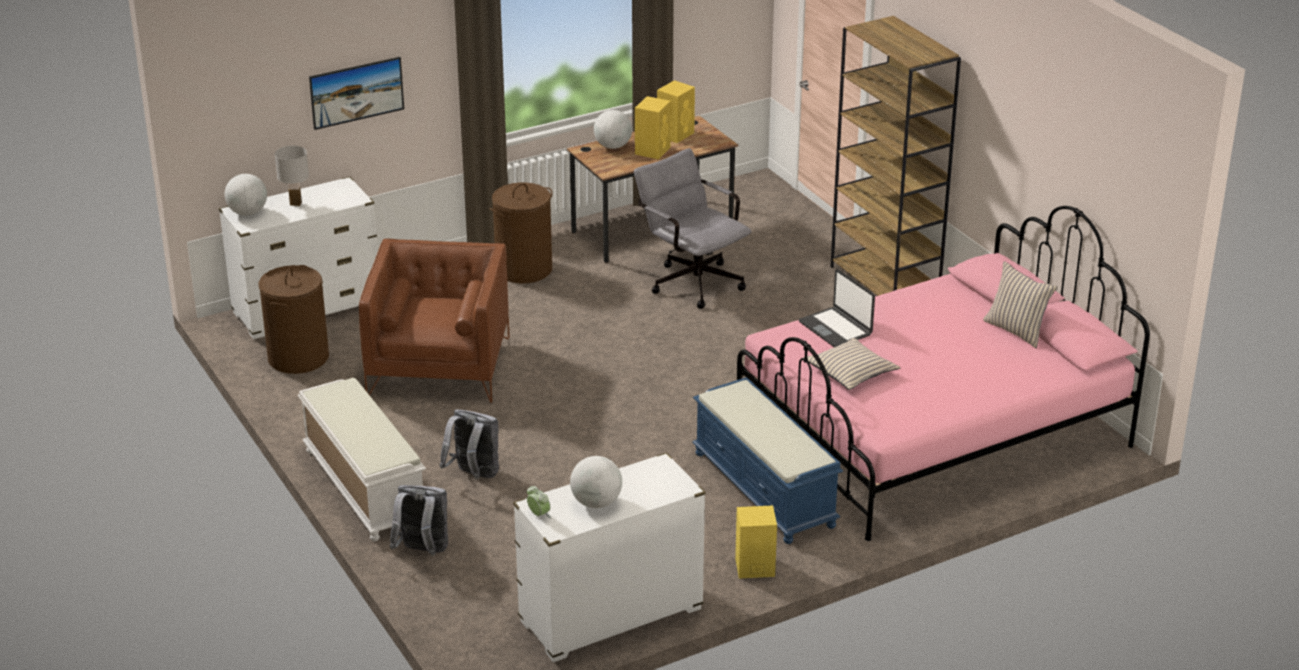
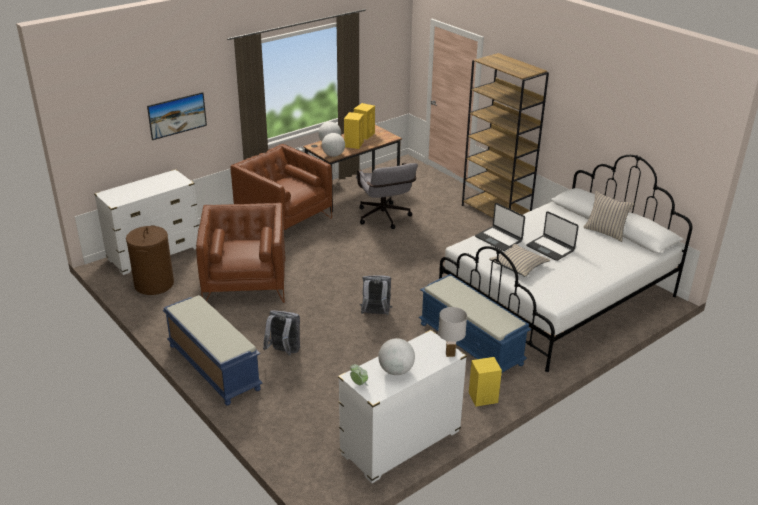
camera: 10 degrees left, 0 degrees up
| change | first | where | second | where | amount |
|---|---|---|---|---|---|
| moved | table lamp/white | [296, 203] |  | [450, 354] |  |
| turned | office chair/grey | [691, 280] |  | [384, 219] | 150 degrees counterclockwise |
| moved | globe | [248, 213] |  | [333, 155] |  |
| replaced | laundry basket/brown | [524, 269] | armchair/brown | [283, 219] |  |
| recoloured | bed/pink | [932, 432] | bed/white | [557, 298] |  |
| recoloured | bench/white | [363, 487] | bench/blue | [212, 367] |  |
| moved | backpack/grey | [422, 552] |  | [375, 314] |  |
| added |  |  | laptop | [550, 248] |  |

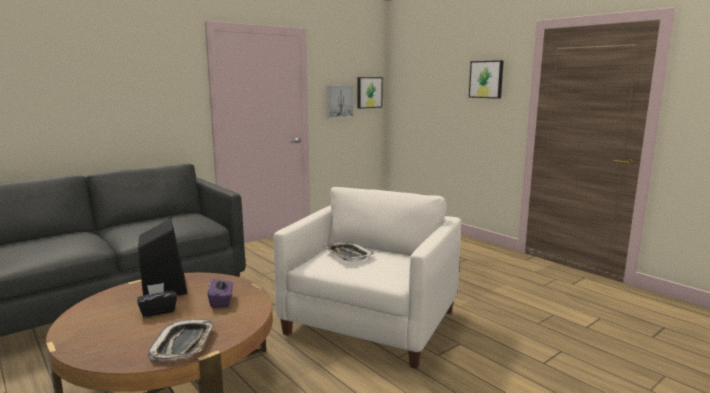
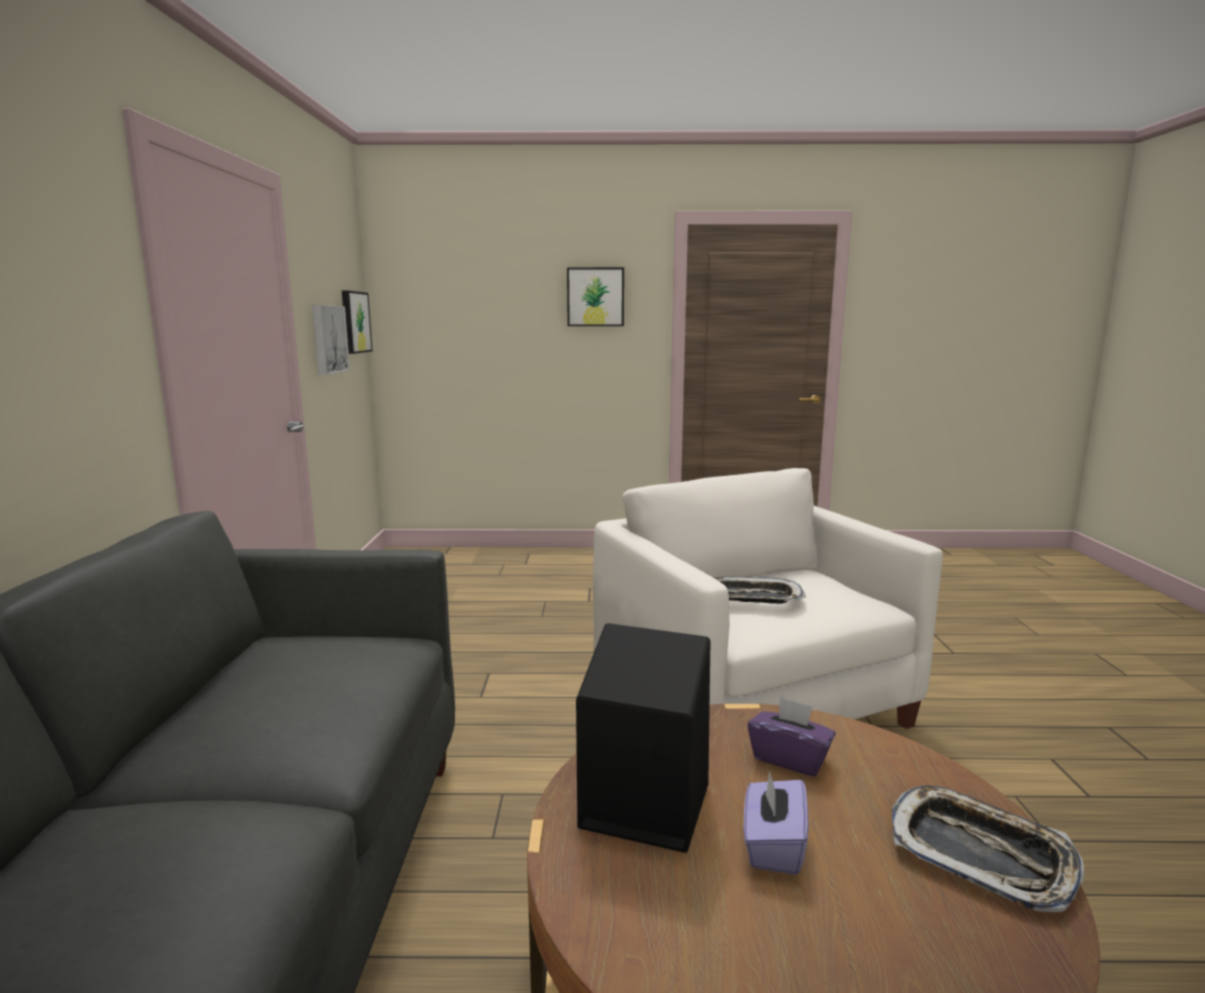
camera: 50 degrees left, 0 degrees up
| change | first | where | second | where | amount |
|---|---|---|---|---|---|
| recoloured | tissue box/black | [158, 311] | tissue box/purple | [773, 846] |  |

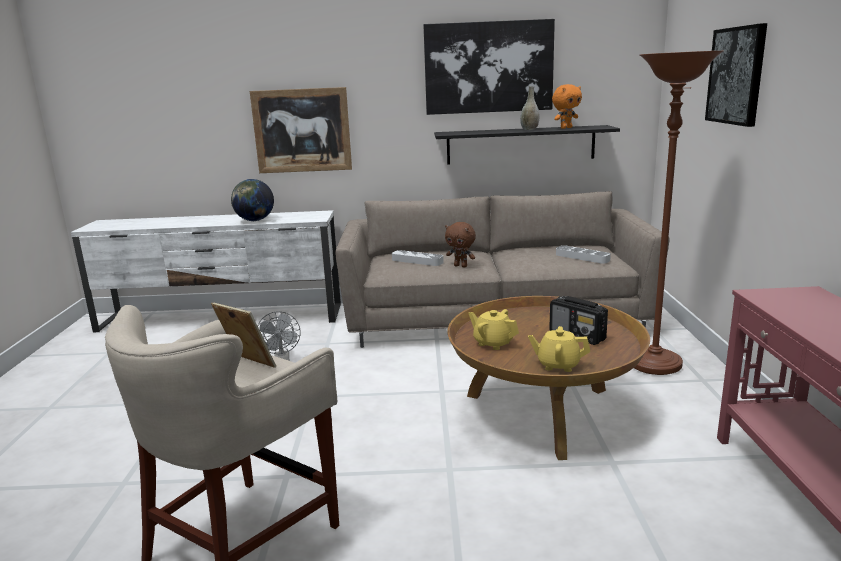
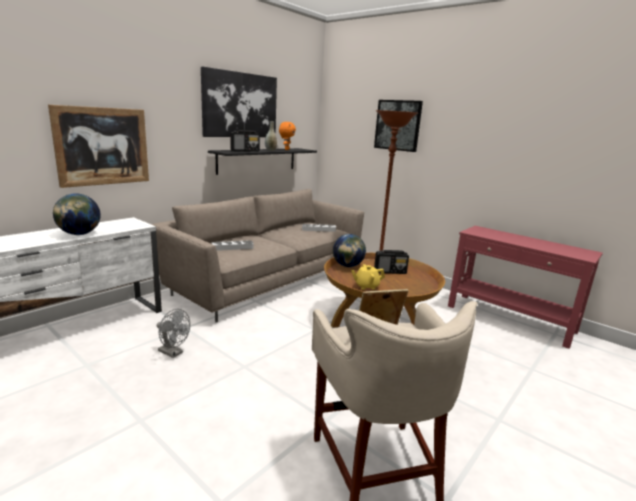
camera: 50 degrees left, 0 degrees up
| change | first | where | second | where | amount |
|---|---|---|---|---|---|
| removed | plush toy/brown | [461, 266] |  |  |  |
| removed | teapot/yellow | [558, 365] |  |  |  |
| added |  |  | radio | [245, 151] |  |
| added |  |  | globe | [347, 266] |  |

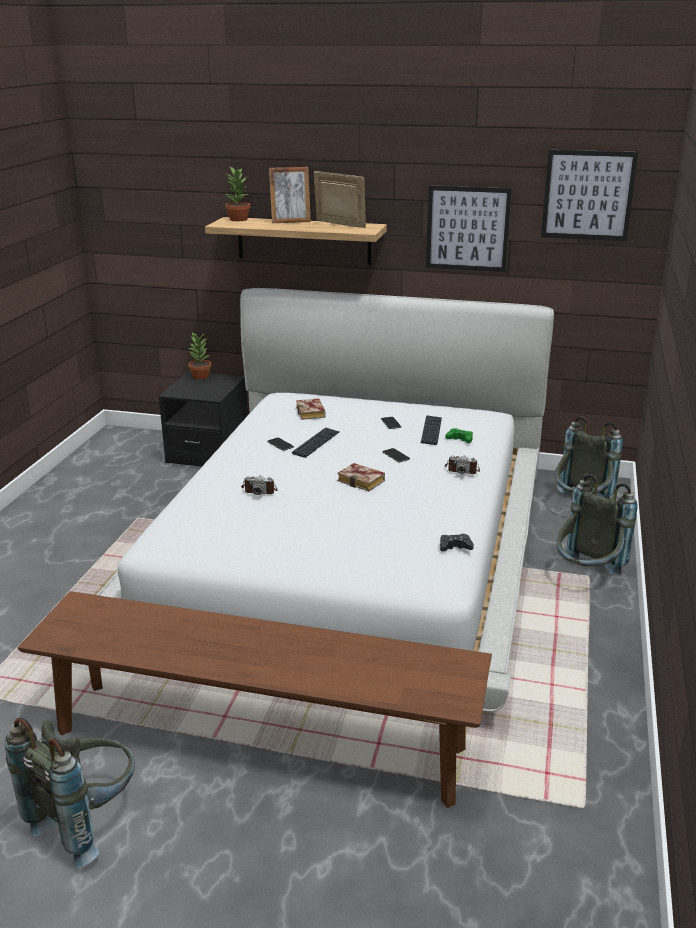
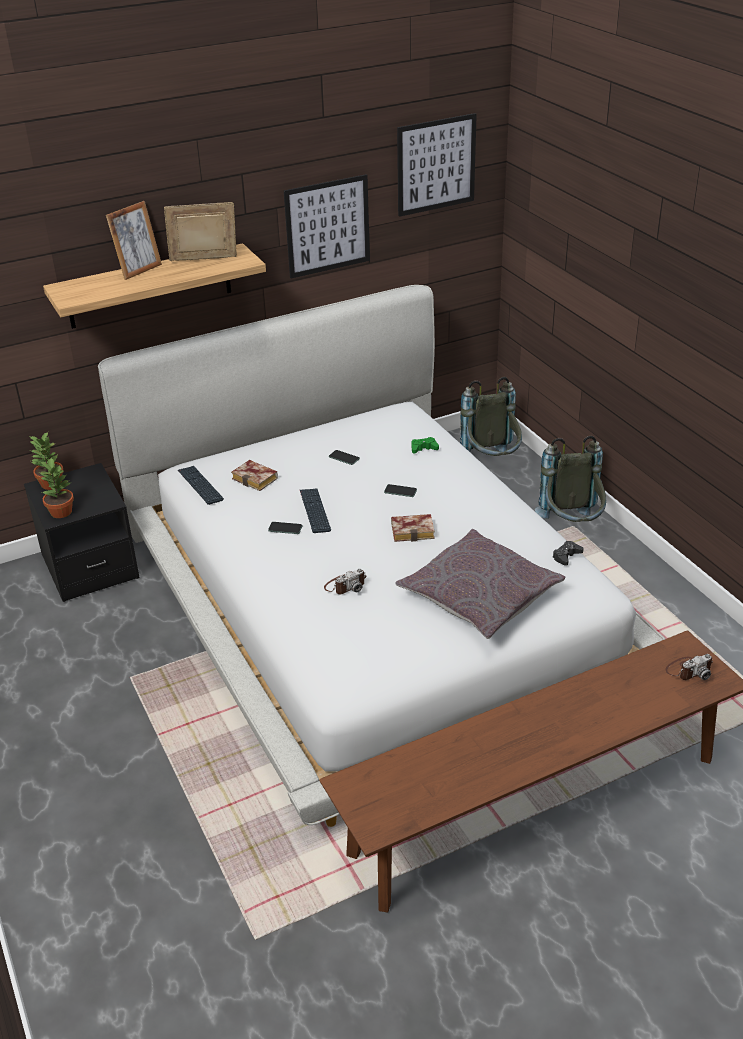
camera: 40 degrees left, 10 degrees up
| change | first | where | second | where | amount |
|---|---|---|---|---|---|
| moved | potted plant | [238, 219] |  | [61, 511] |  |
| moved | keyboard | [431, 431] |  | [200, 486] |  |
| moved | photo camera | [462, 470] |  | [688, 670] |  |
| removed | backpack/grey | [87, 820] |  |  |  |
| added |  |  | pillow/grey | [479, 595] |  |

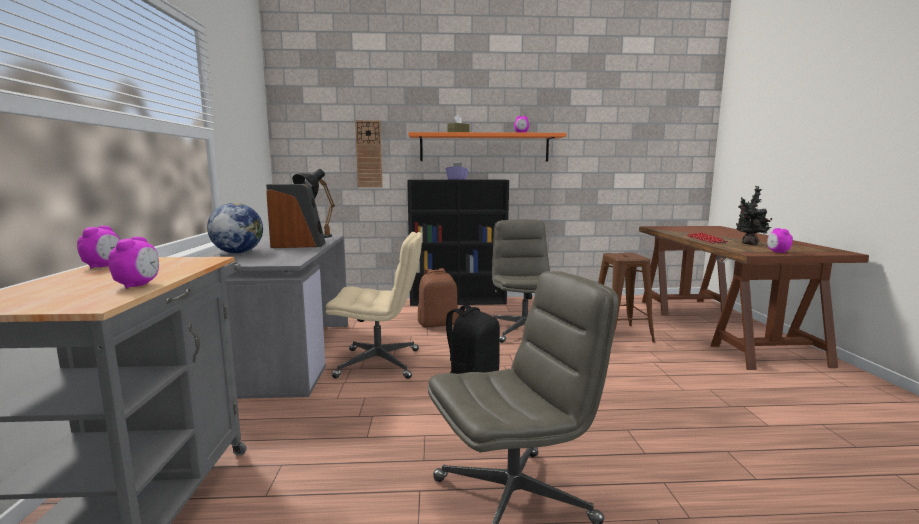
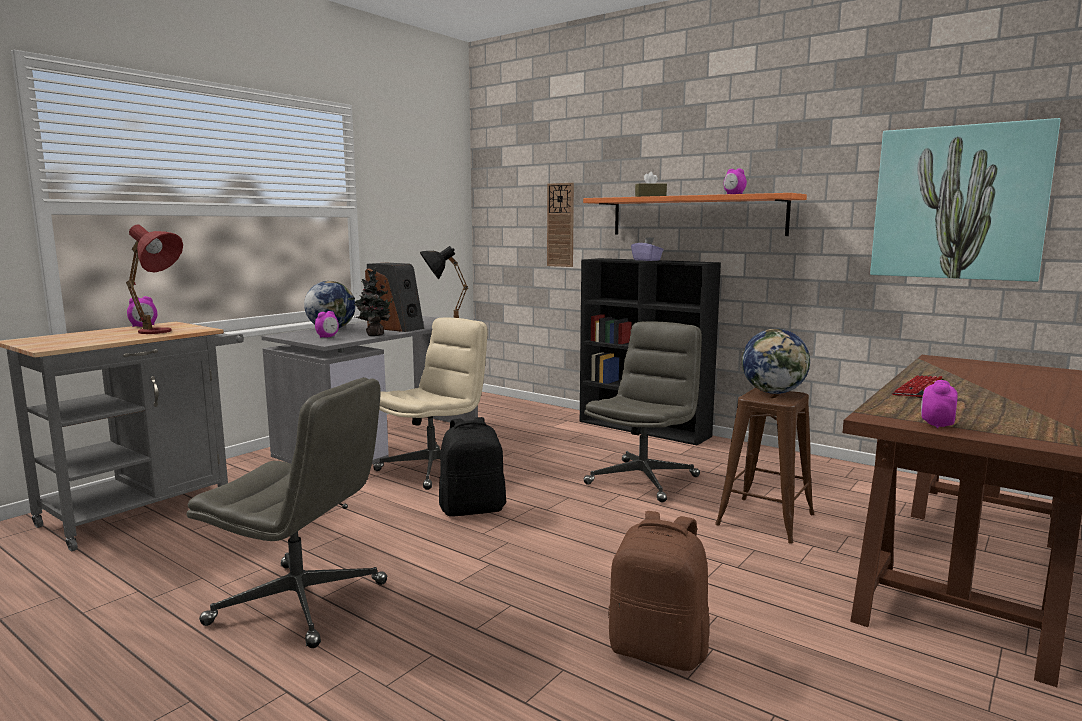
camera: 40 degrees right, 0 degrees up
| change | first | where | second | where | amount |
|---|---|---|---|---|---|
| moved | potted plant | [749, 244] |  | [373, 335] |  |
| turned | office chair/beige | [380, 363] |  | [433, 469] | 90 degrees counterclockwise |
| moved | alarm clock | [138, 285] |  | [327, 337] |  |
| moved | backpack/brown | [438, 324] |  | [658, 650] |  |
| added |  |  | picture | [958, 203] |  |
| added |  |  | table lamp/red | [161, 332] |  |
| added |  |  | globe | [774, 392] |  |

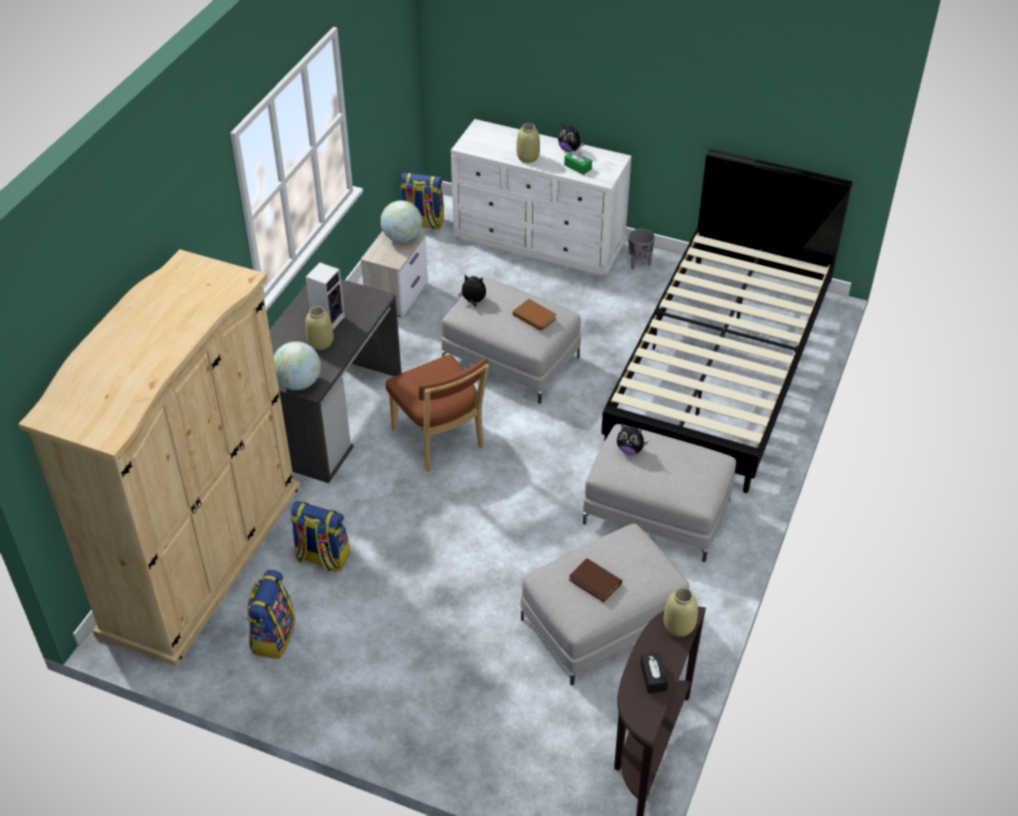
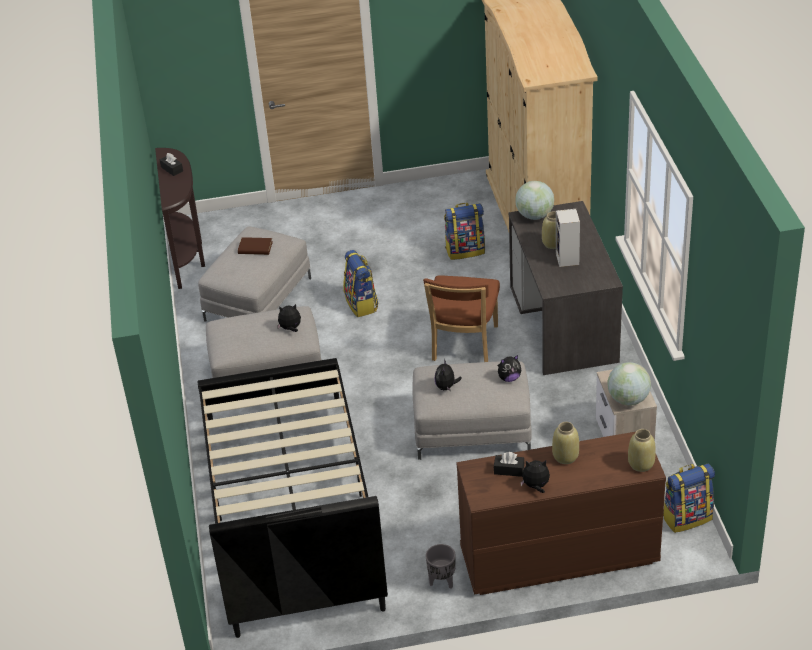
camera: 150 degrees right, 5 degrees down
| change | first | where | second | where | amount |
|---|---|---|---|---|---|
| recoloured | dresser/white | [540, 241] | dresser/brown | [557, 556] |  |
| recoloured | tissue box/green | [577, 167] | tissue box/black | [509, 470] |  |
| replaced | book/brown | [534, 317] | plush toy | [446, 387] |  |
| turned | chair/brown | [440, 441] |  | [463, 346] | 105 degrees counterclockwise |
| moved | backpack | [273, 636] |  | [362, 304] |  |
| moved | vase/beige | [678, 626] |  | [640, 464] |  |

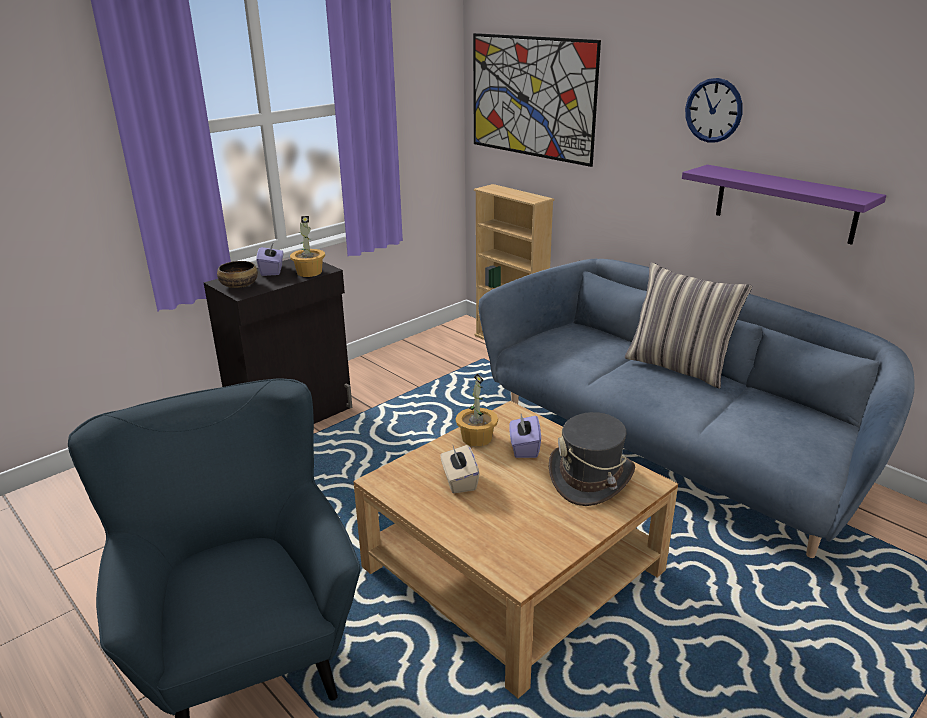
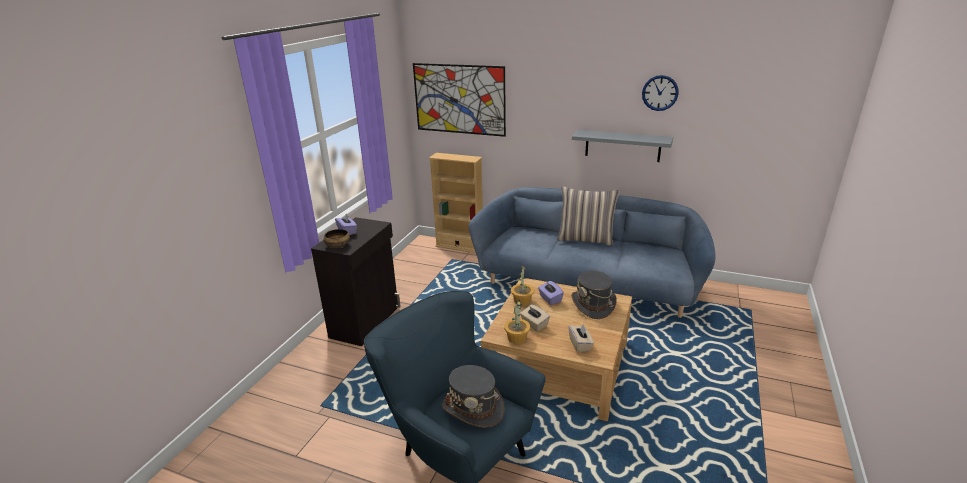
camera: 25 degrees left, 0 degrees up
| change | first | where | second | where | amount |
|---|---|---|---|---|---|
| moved | wall clock | [713, 110] |  | [660, 93] |  |
| recoloured | shelf/purple | [785, 203] | shelf/grey | [622, 146] |  |
| moved | potted plant | [309, 272] |  | [516, 337] |  |
| added |  |  | tissue box/beige | [580, 345] |  |
| added |  |  | hat/grey | [473, 408] |  |

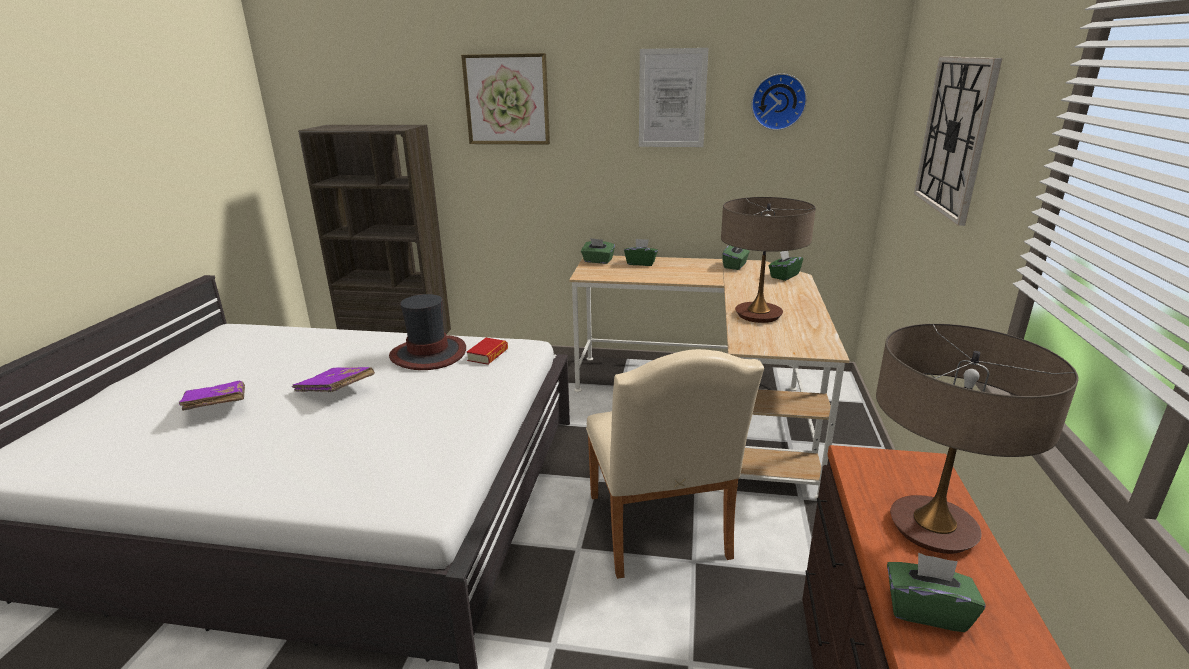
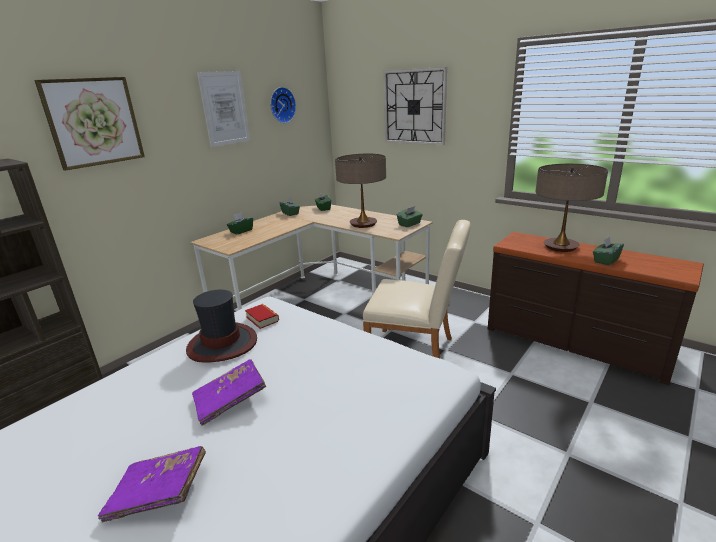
camera: 60 degrees left, 0 degrees up
| change | first | where | second | where | amount |
|---|---|---|---|---|---|
| moved | tissue box/green | [598, 261] |  | [409, 224] |  |

